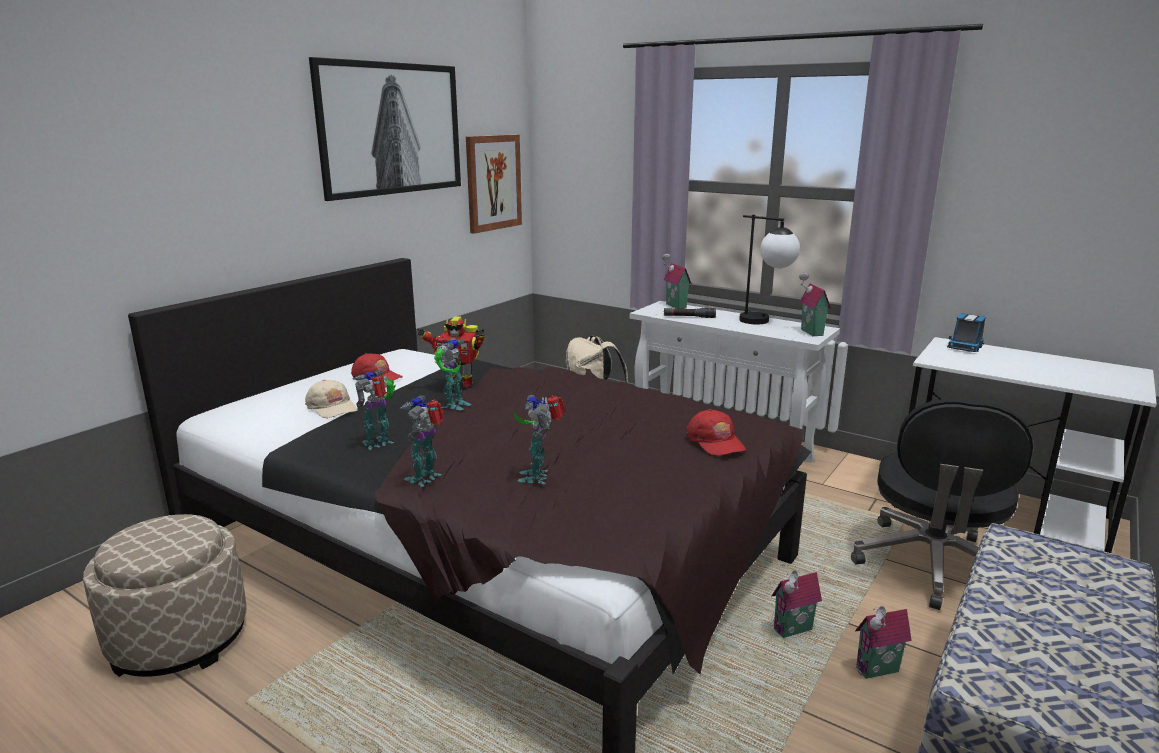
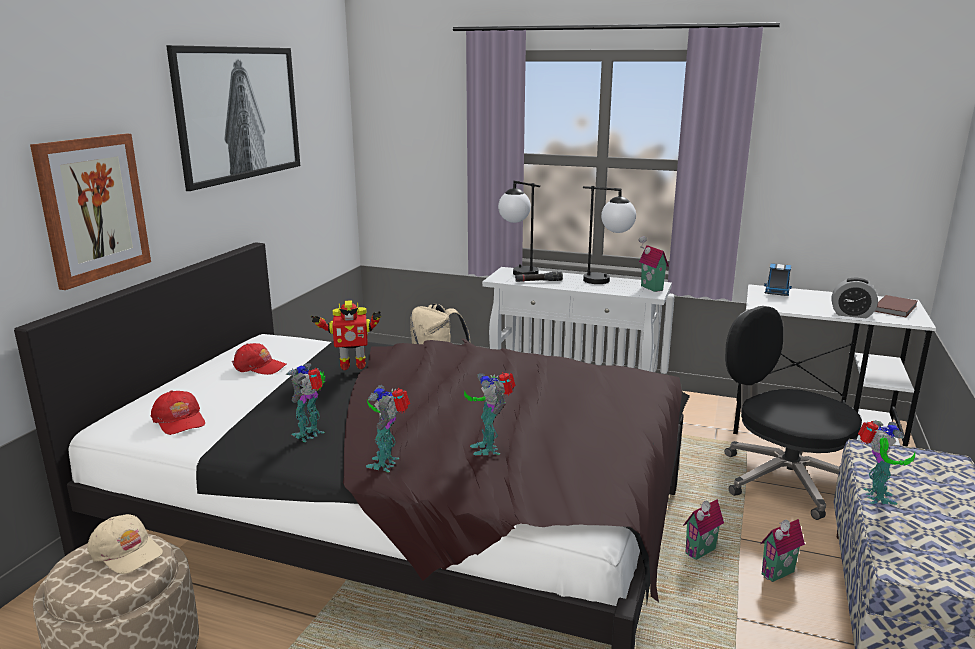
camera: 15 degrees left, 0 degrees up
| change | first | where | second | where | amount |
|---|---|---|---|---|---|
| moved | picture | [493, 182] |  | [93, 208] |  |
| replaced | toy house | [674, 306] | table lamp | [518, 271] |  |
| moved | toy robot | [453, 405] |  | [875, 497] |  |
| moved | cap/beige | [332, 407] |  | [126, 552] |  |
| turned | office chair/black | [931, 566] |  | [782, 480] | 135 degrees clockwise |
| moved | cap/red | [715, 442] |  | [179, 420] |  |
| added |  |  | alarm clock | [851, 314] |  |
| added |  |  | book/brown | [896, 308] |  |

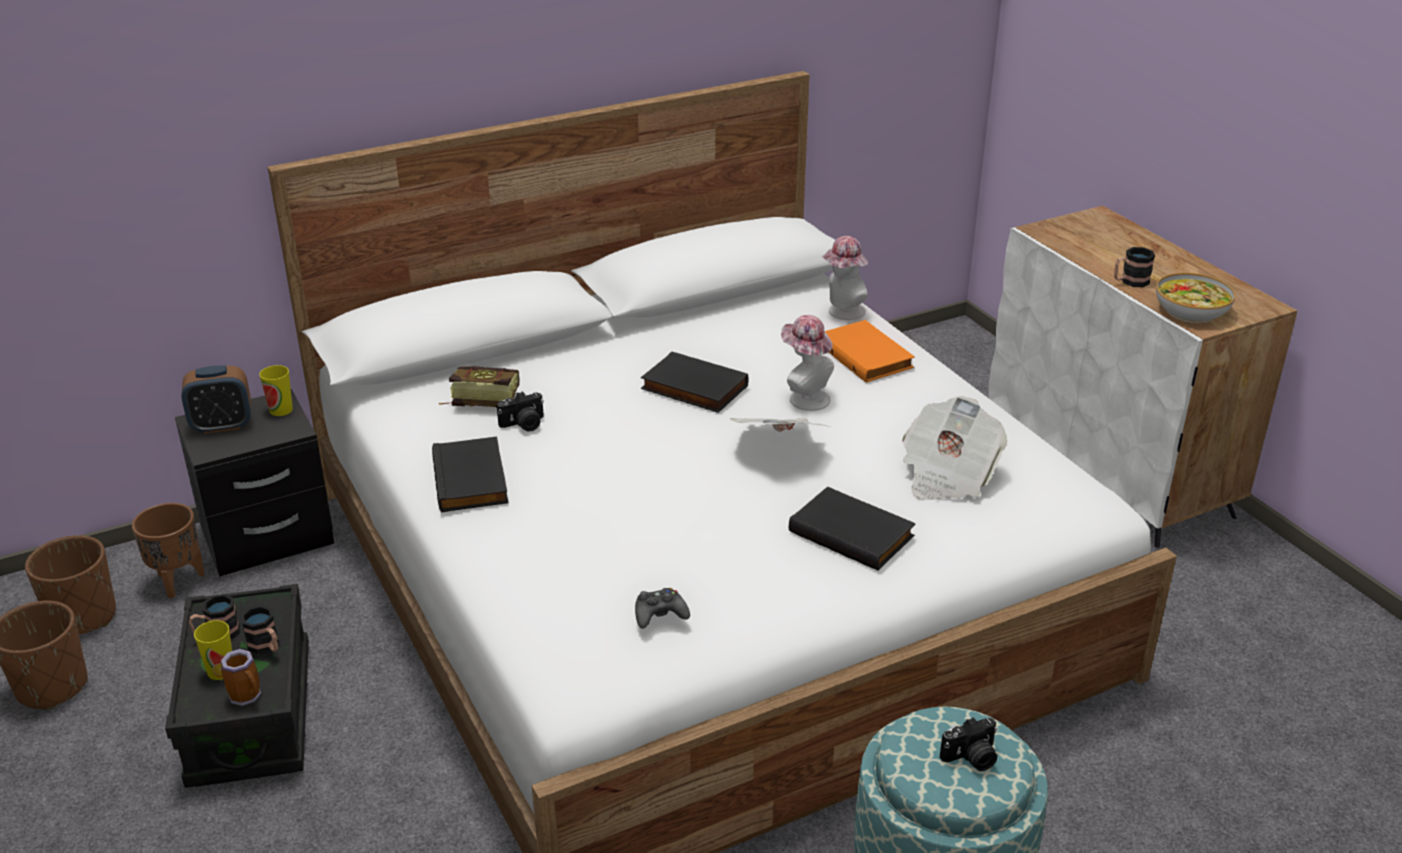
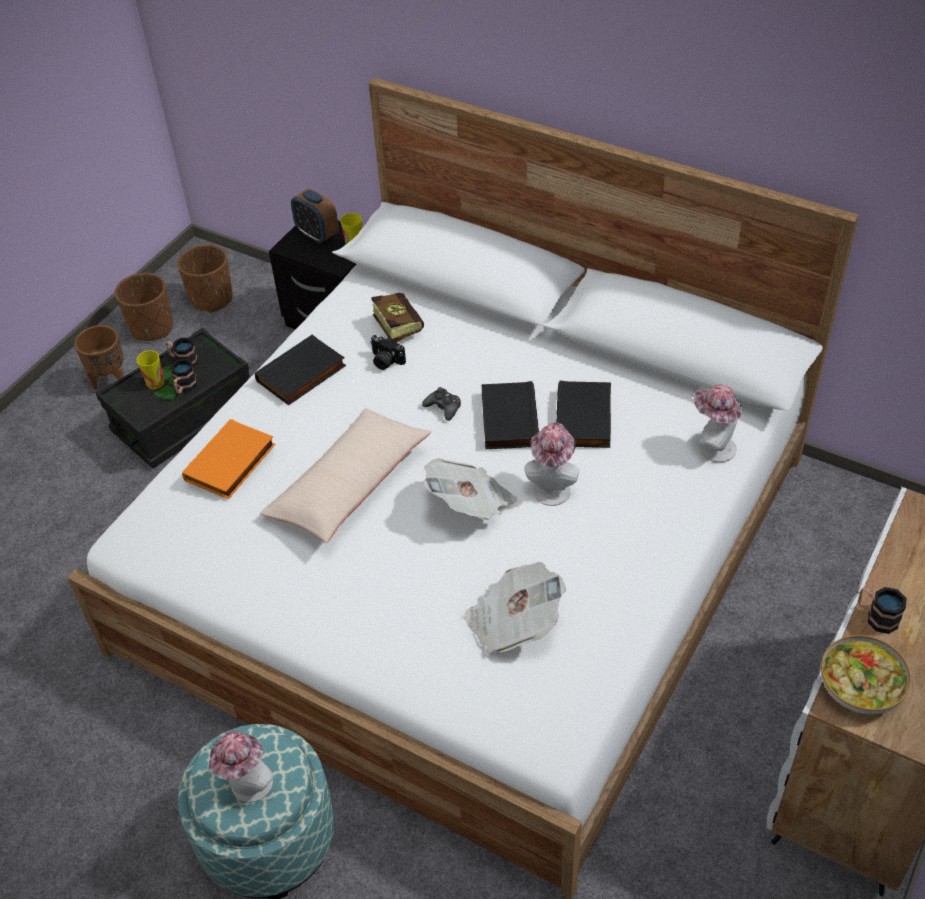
camera: 60 degrees right, 15 degrees up
| change | first | where | second | where | amount |
|---|---|---|---|---|---|
| moved | book/orange | [867, 356] |  | [231, 464] |  |
| moved | book/black | [853, 533] |  | [585, 418] |  |
| moved | planter/brown | [178, 581] |  | [110, 380] |  |
| moved | game controller/black | [660, 614] |  | [443, 407] |  |
| removed | mug | [248, 696] |  |  |  |
| replaced | photo camera | [971, 758] | hat | [248, 788] |  |
| added |  |  | pillow/beige | [349, 485] |  |

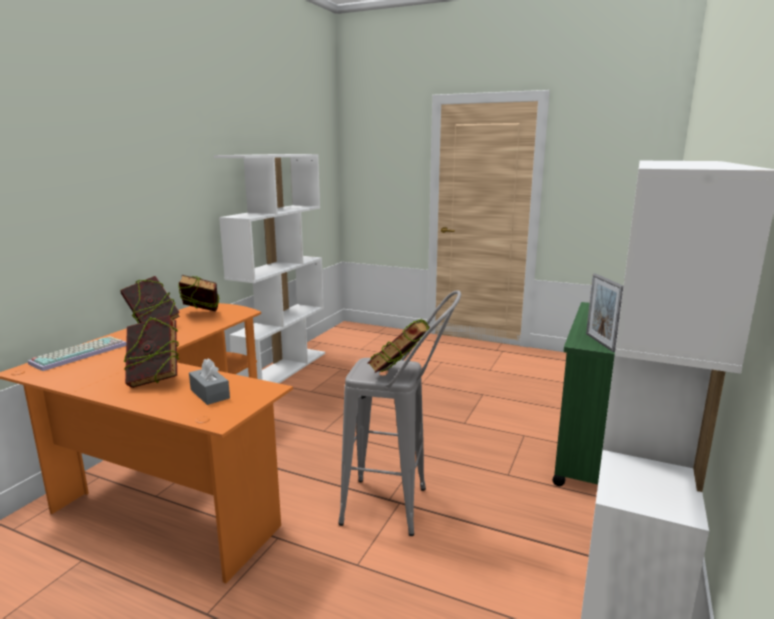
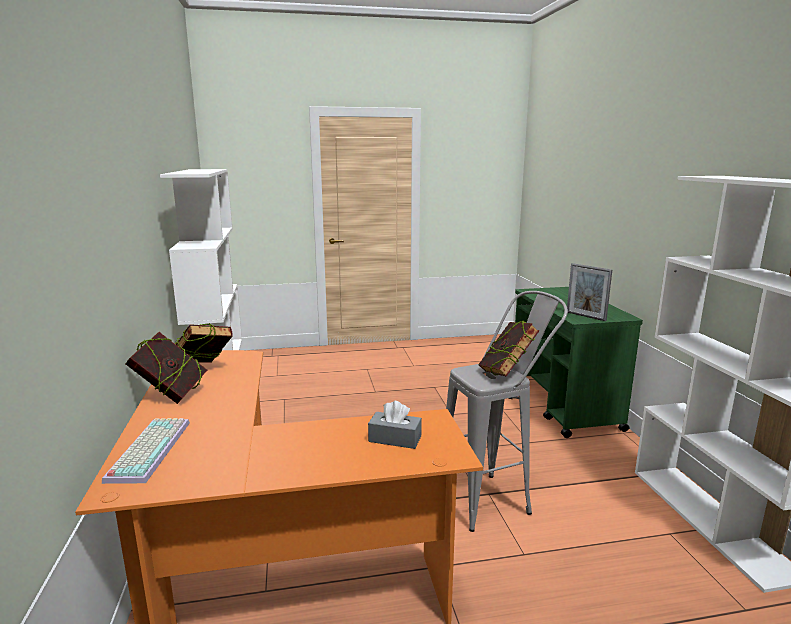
camera: 35 degrees left, 0 degrees up
| change | first | where | second | where | amount |
|---|---|---|---|---|---|
| removed | book | [155, 379] |  |  |  |

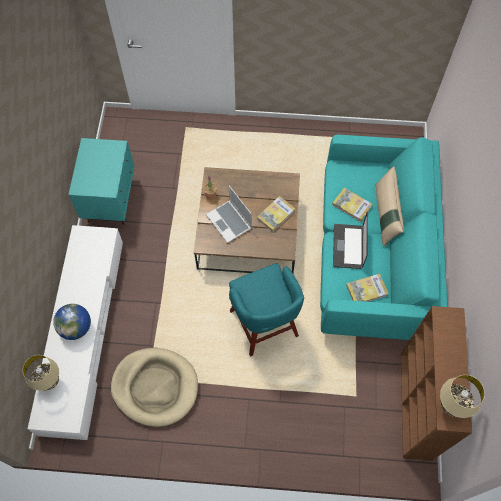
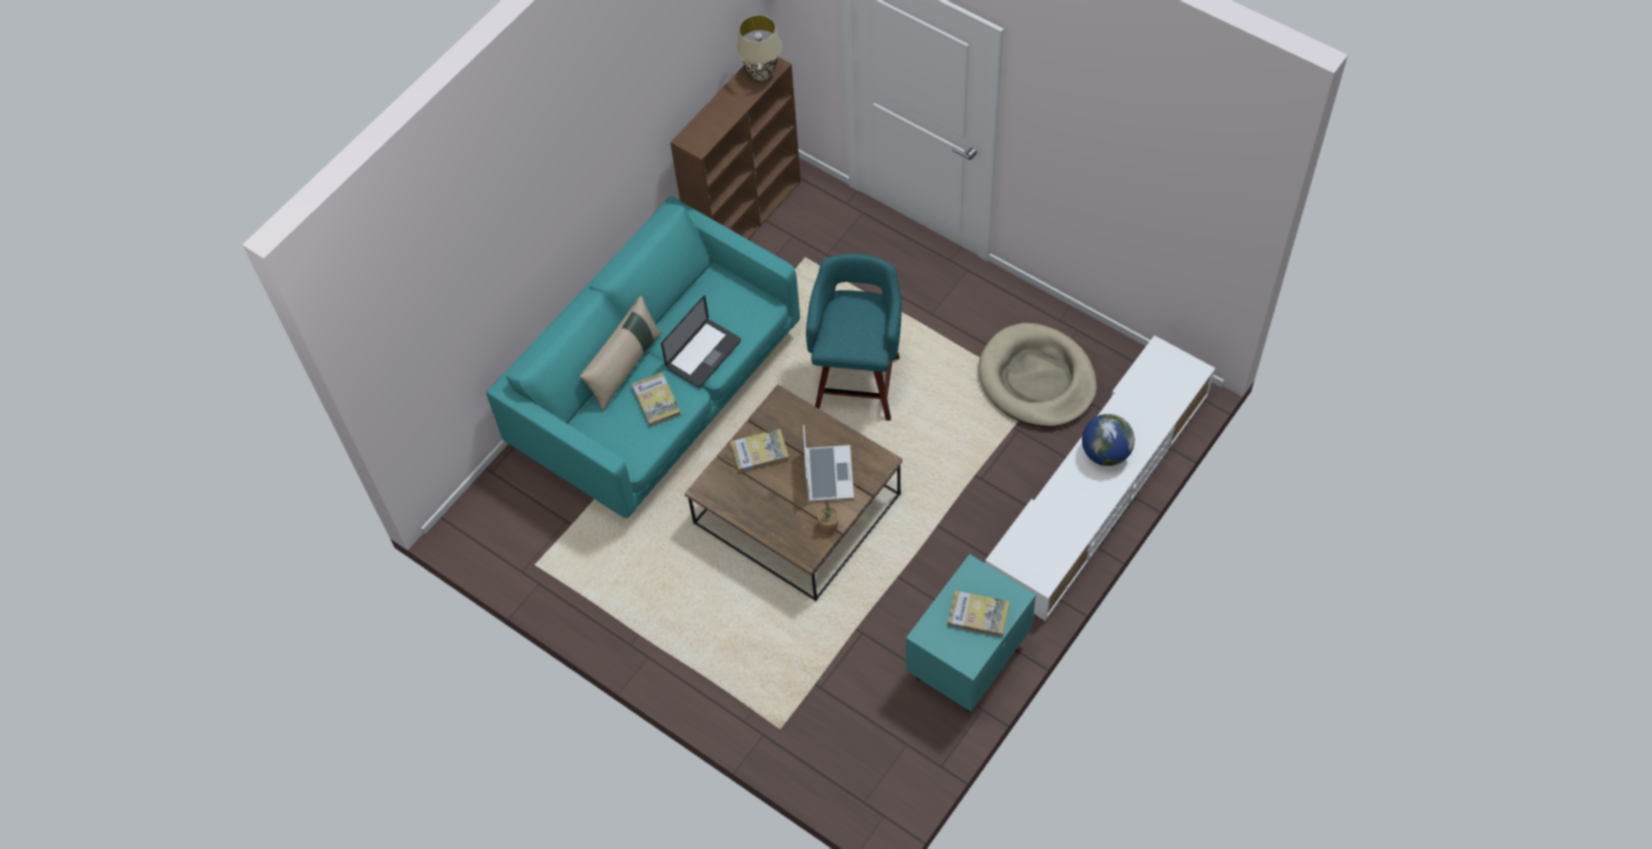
camera: 145 degrees left, 5 degrees down
| change | first | where | second | where | amount |
|---|---|---|---|---|---|
| moved | book | [366, 290] |  | [978, 615] |  |
| removed | table lamp/beige | [50, 382] |  |  |  |

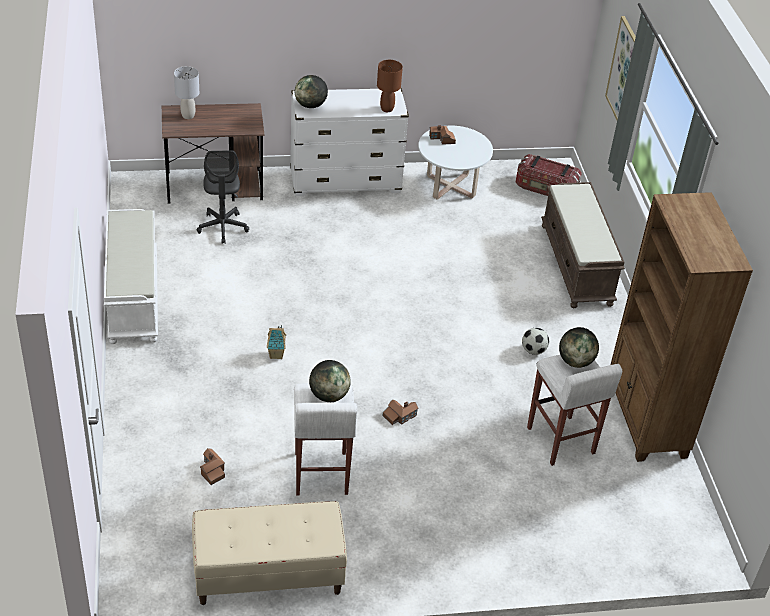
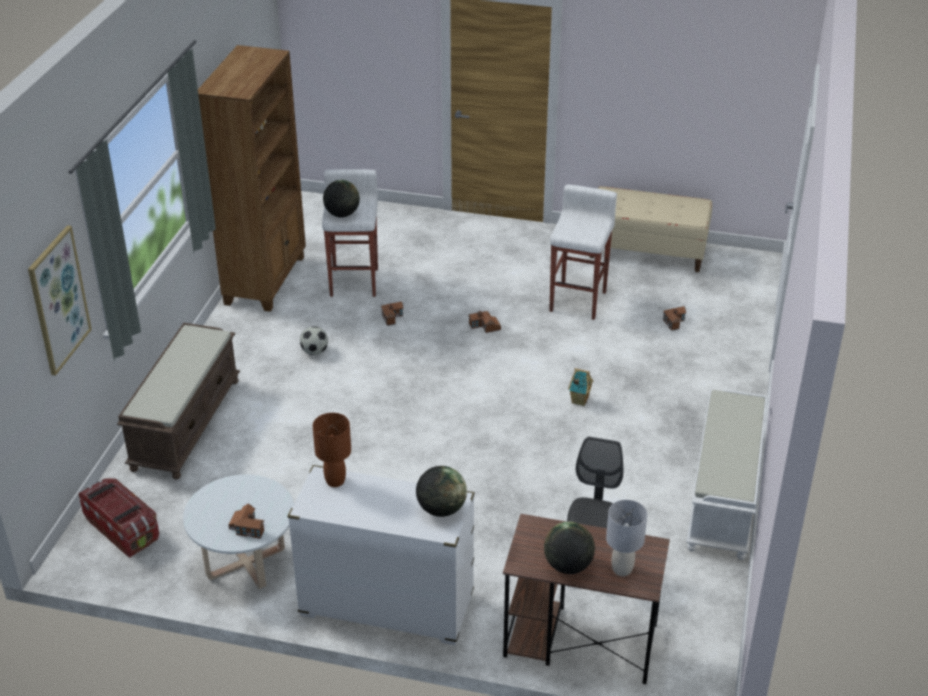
camera: 155 degrees left, 5 degrees down
| change | first | where | second | where | amount |
|---|---|---|---|---|---|
| moved | globe | [328, 395] |  | [568, 566] |  |
| added |  |  | toy house | [392, 316] |  |

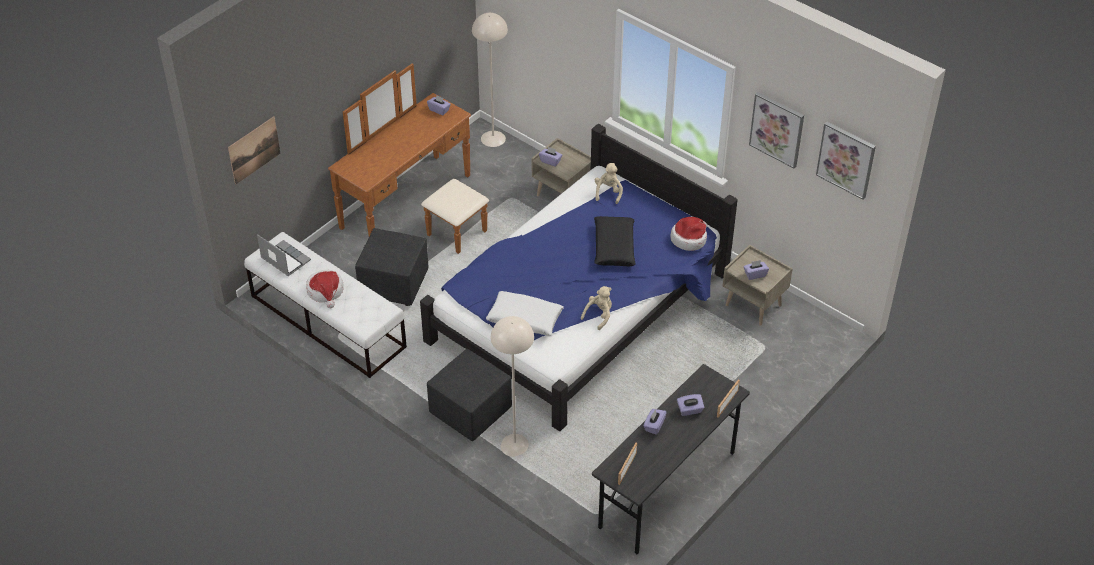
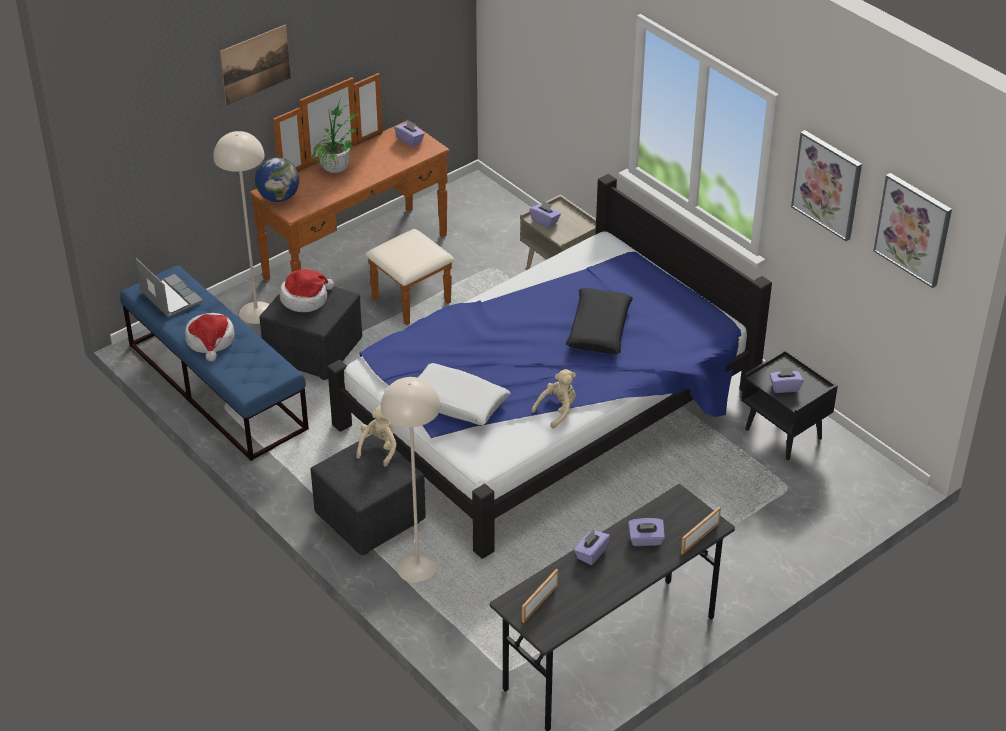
camera: 10 degrees right, 5 degrees down
| change | first | where | second | where | amount |
|---|---|---|---|---|---|
| moved | floor lamp/beige | [493, 139] |  | [257, 312] |  |
| moved | picture | [254, 150] |  | [255, 64] |  |
| moved | plush toy/beige | [608, 192] |  | [379, 448] |  |
| moved | hat | [689, 239] |  | [305, 299] |  |
| recoloured | bench/white | [327, 321] | bench/blue | [216, 386] |  |
| recoloured | nightstand/beige | [754, 305] | nightstand/black | [784, 434] |  |
| added |  |  | potted plant | [335, 172] |  |
| added |  |  | globe | [278, 197] |  |

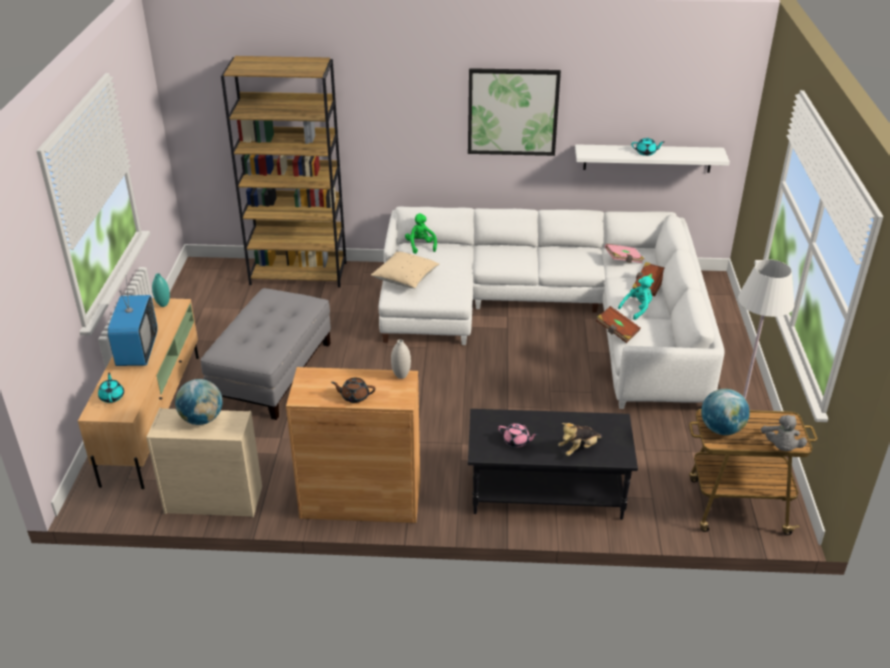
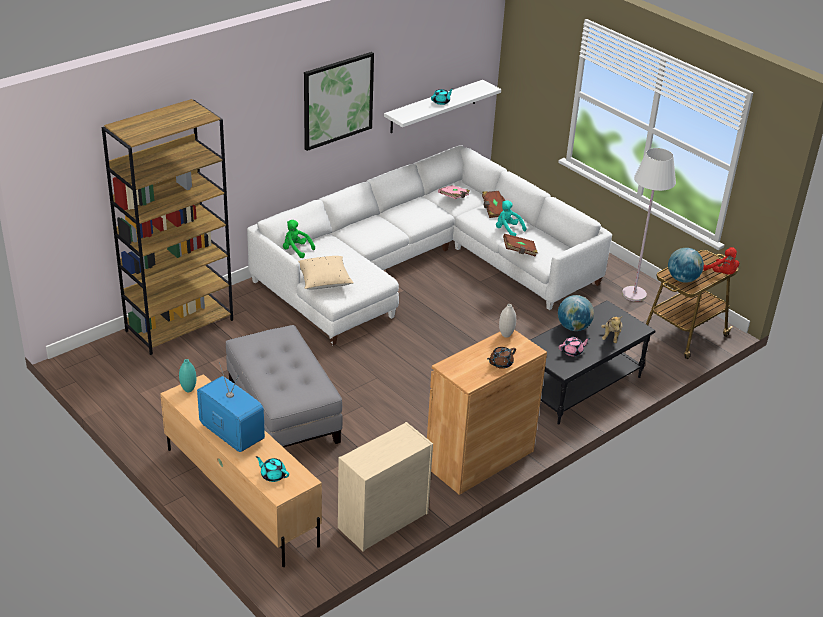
camera: 45 degrees left, 0 degrees up
| change | first | where | second | where | amount |
|---|---|---|---|---|---|
| turned | plush toy/turquoise | [637, 309] |  | [508, 230] | 60 degrees counterclockwise |
| moved | globe | [202, 419] |  | [573, 327] |  |
| recoloured | plush toy/grey | [781, 447] | plush toy/red | [722, 274] |  |

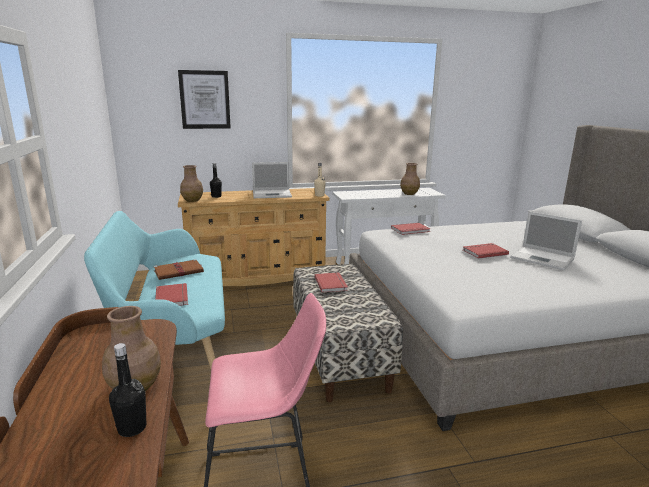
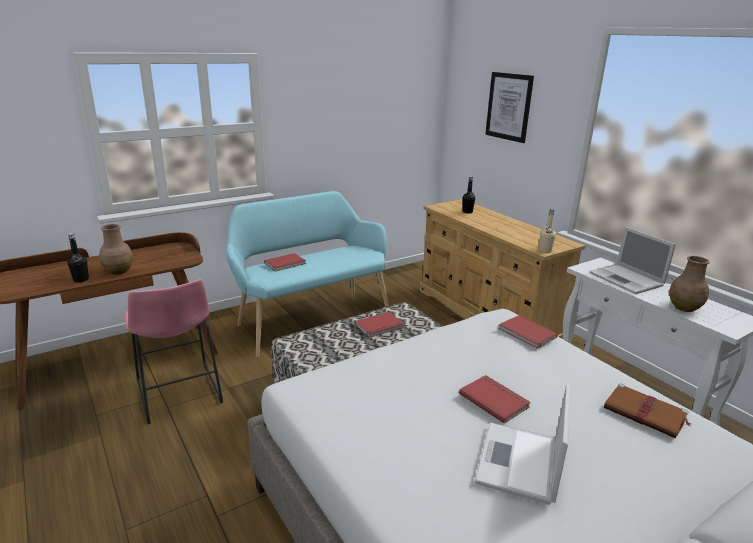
camera: 70 degrees right, 5 degrees up
| change | first | where | second | where | amount |
|---|---|---|---|---|---|
| moved | laptop | [272, 194] |  | [627, 279] |  |
| removed | vase/brown | [192, 200] |  |  |  |
| moved | book/brown | [179, 271] |  | [646, 413] |  |

